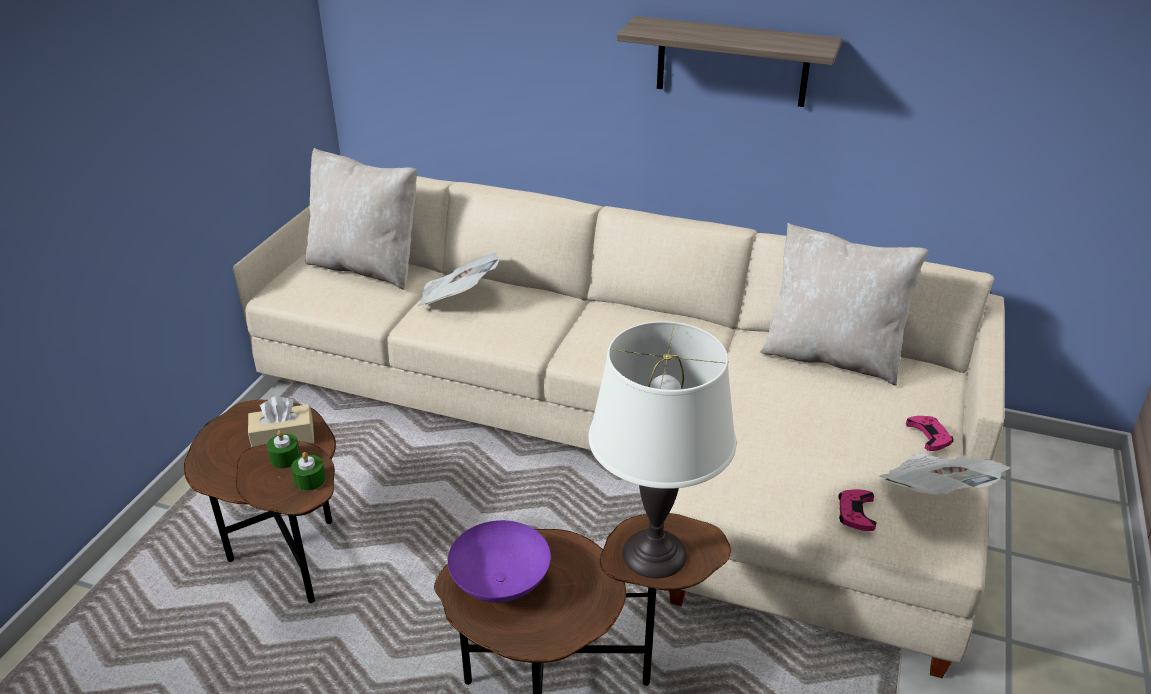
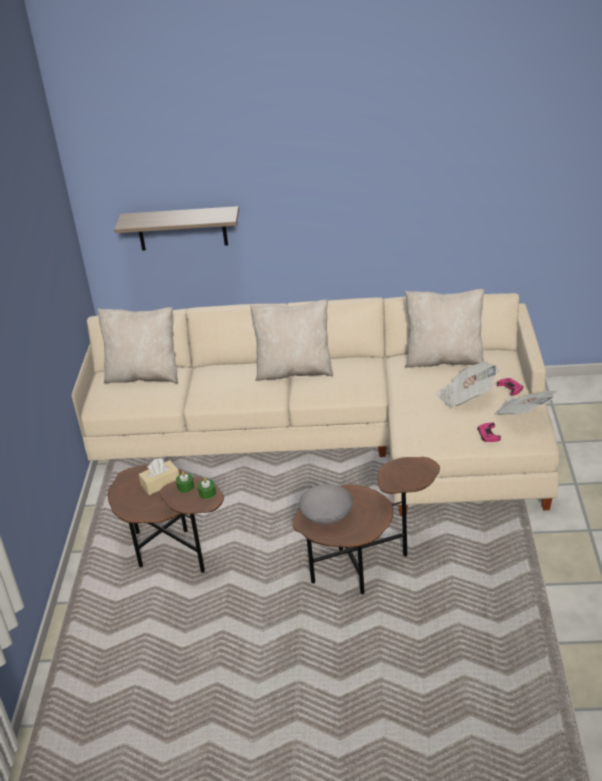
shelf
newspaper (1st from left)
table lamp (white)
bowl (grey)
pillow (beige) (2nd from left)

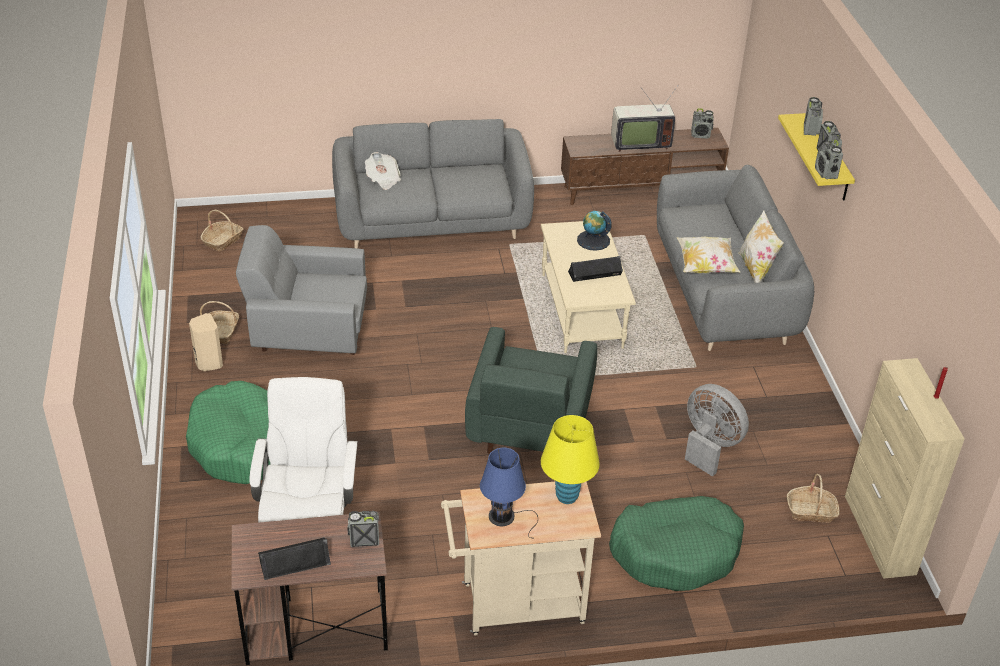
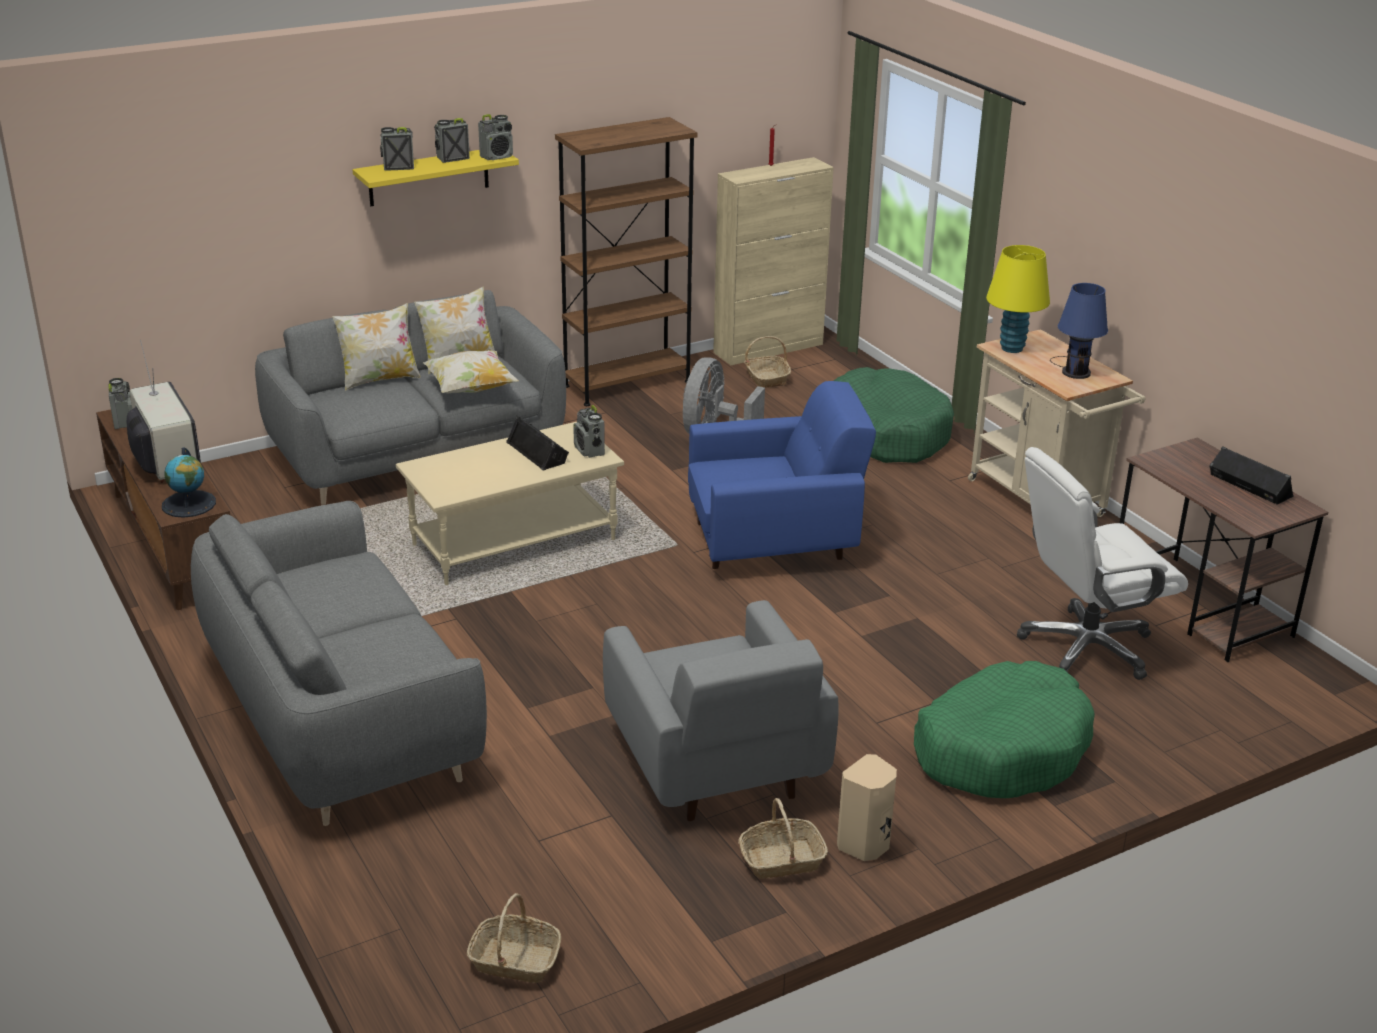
newspaper
globe
armchair (blue)
radio (5th from left)
bookcase (brown)
pillow (1st from left)

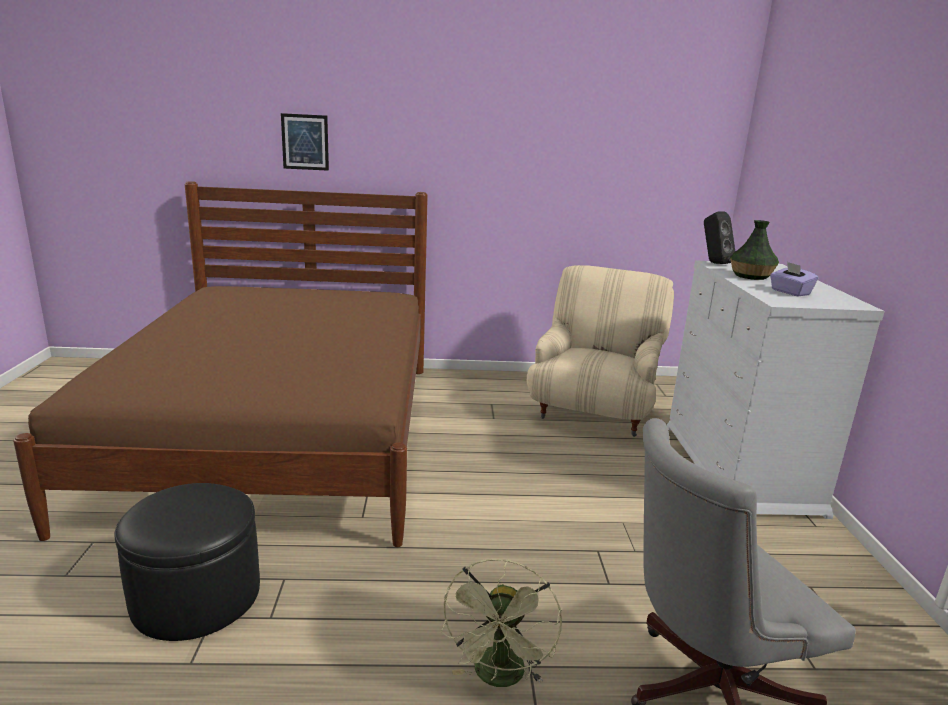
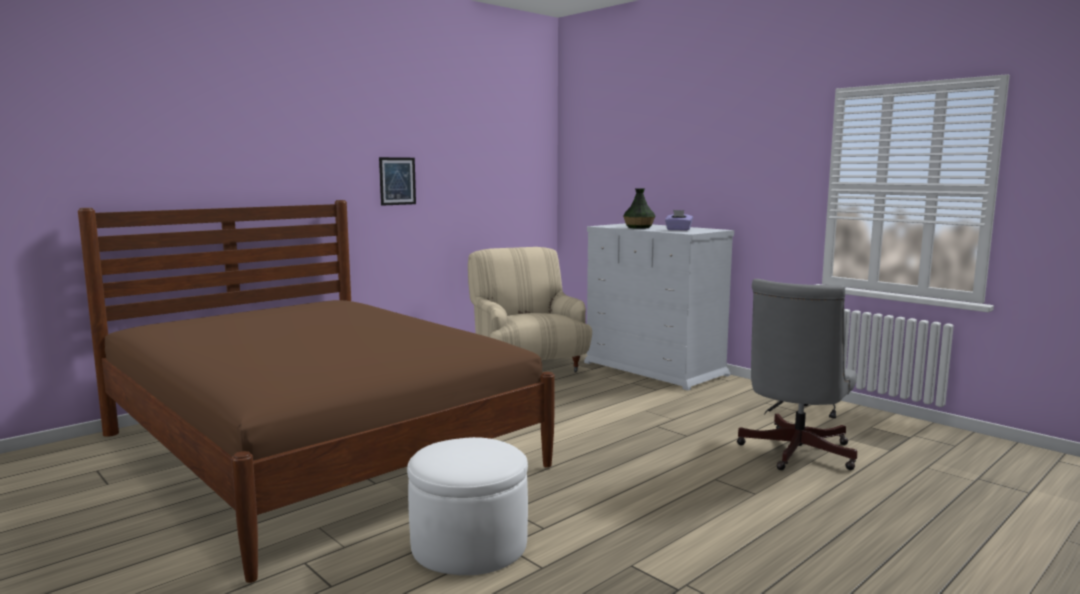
picture
speaker (black)
ottoman (white)
fan (green)

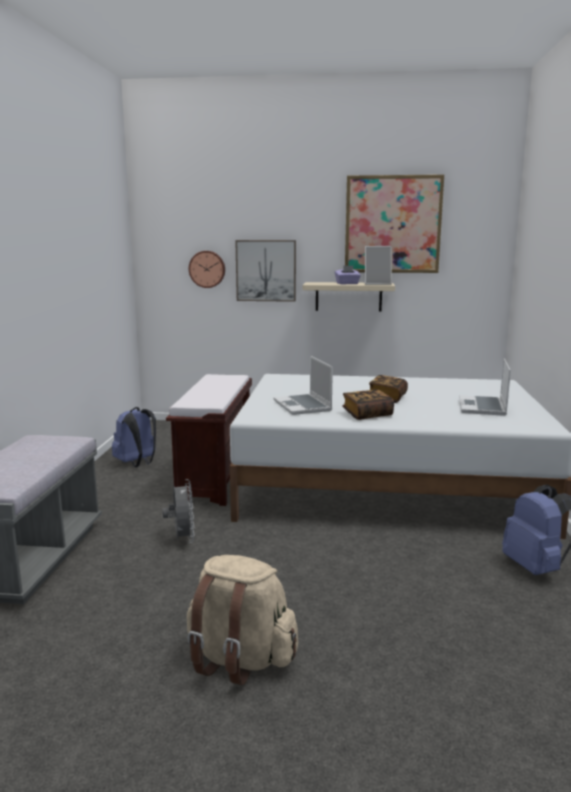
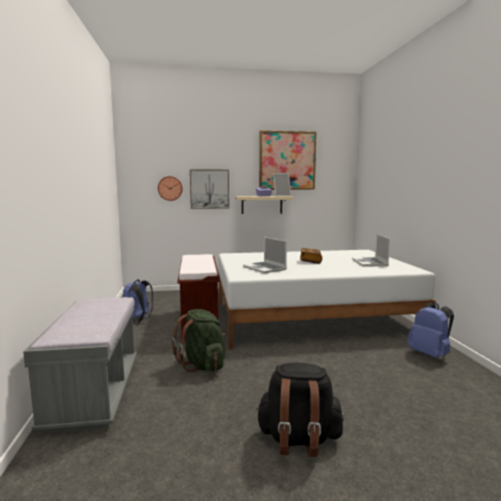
book (1st from left in the first image)
backpack (green)
backpack (black)

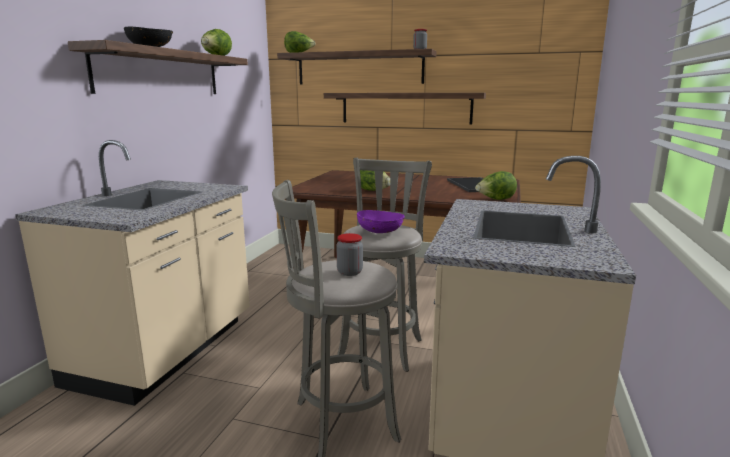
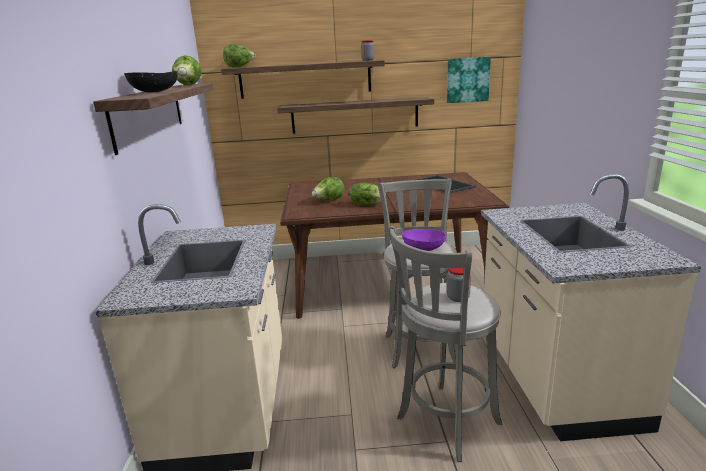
lettuce (3rd from left)
picture

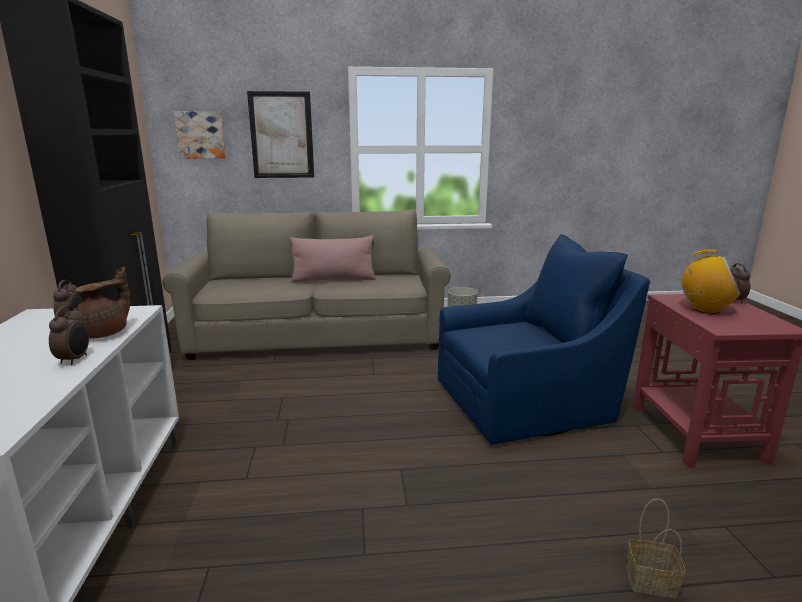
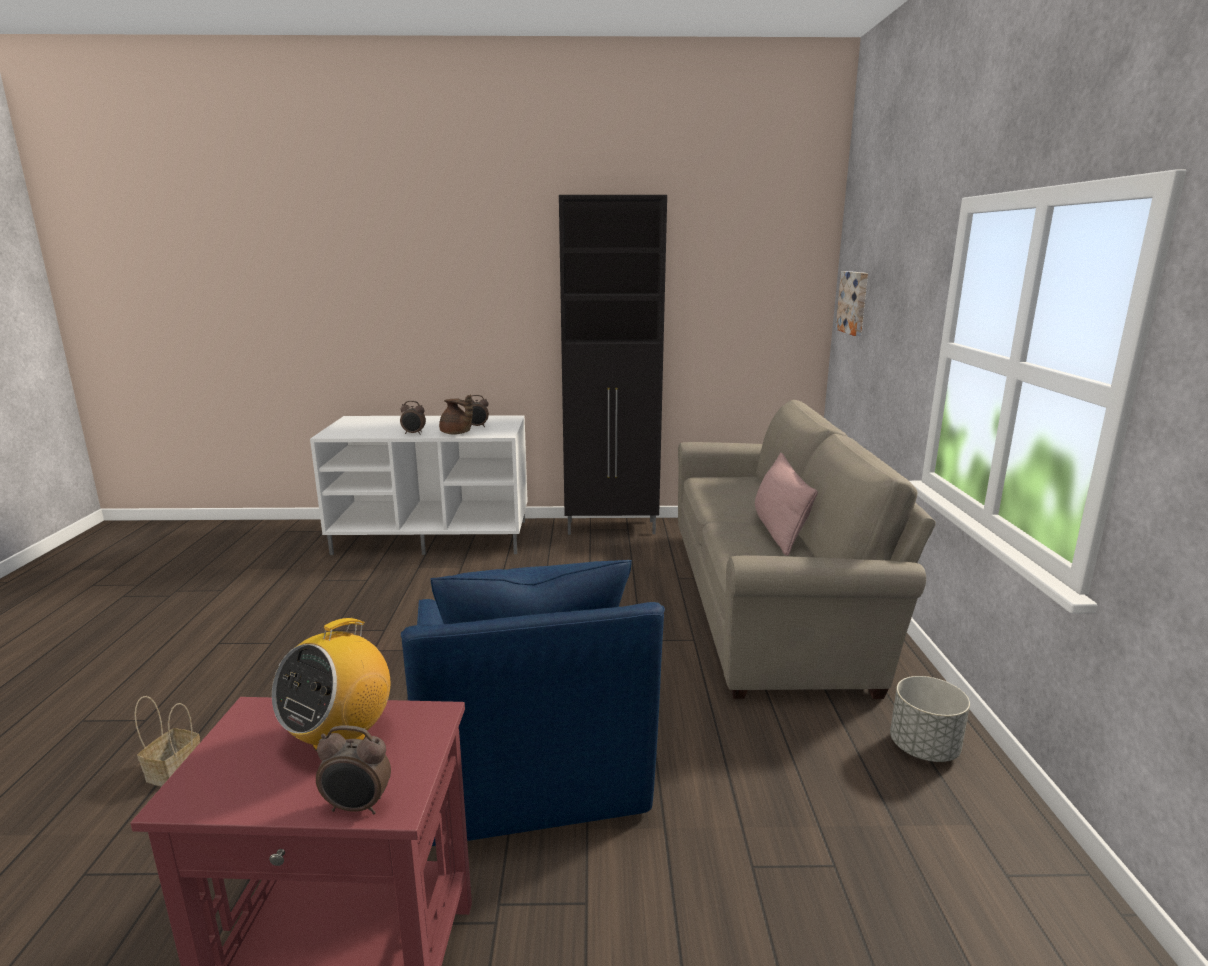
picture (2nd from left in the first image)

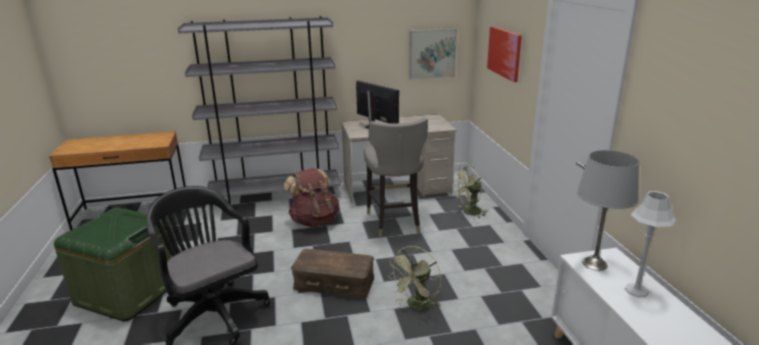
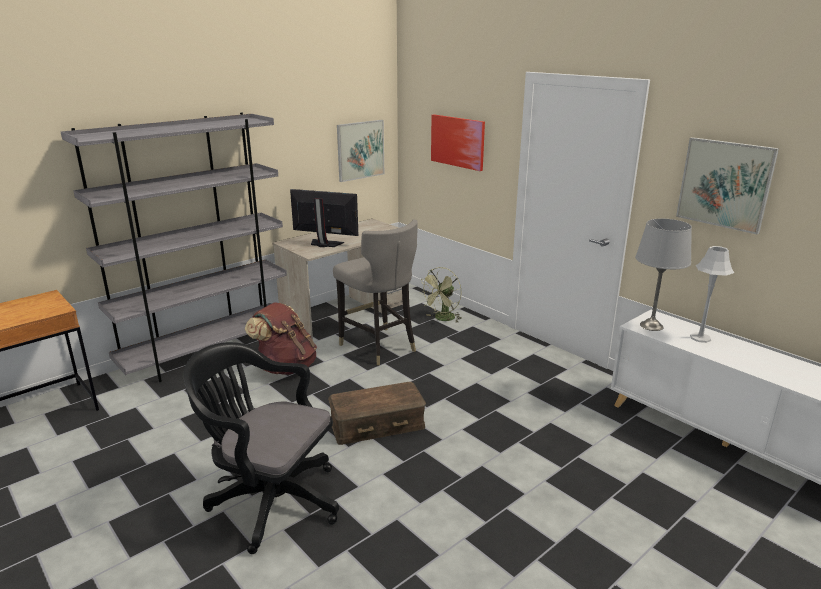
storage box (green)
fan (green) (1st from left in the first image)
picture (3rd from left)

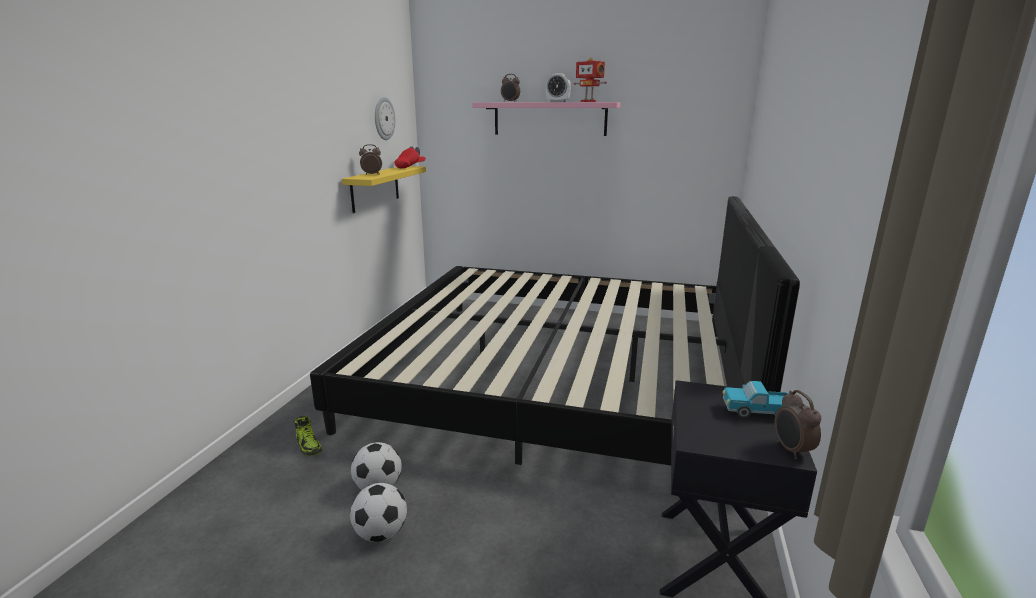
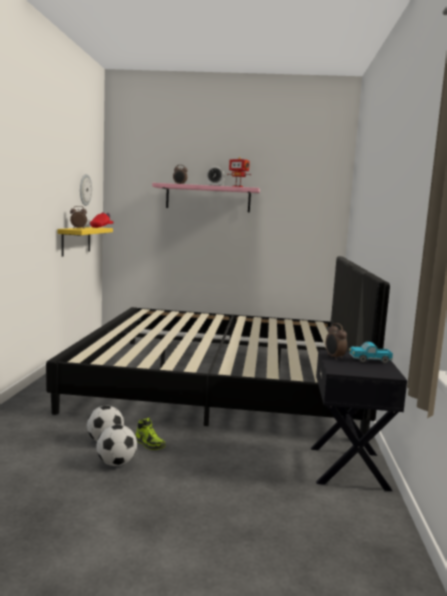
alarm clock (4th from left)
shoe

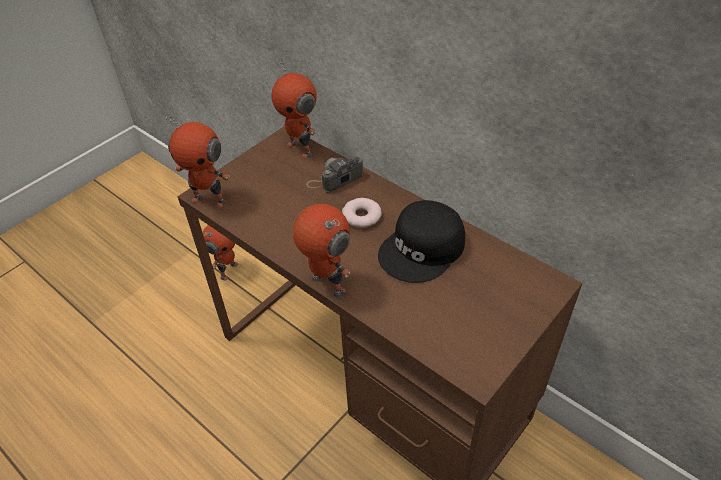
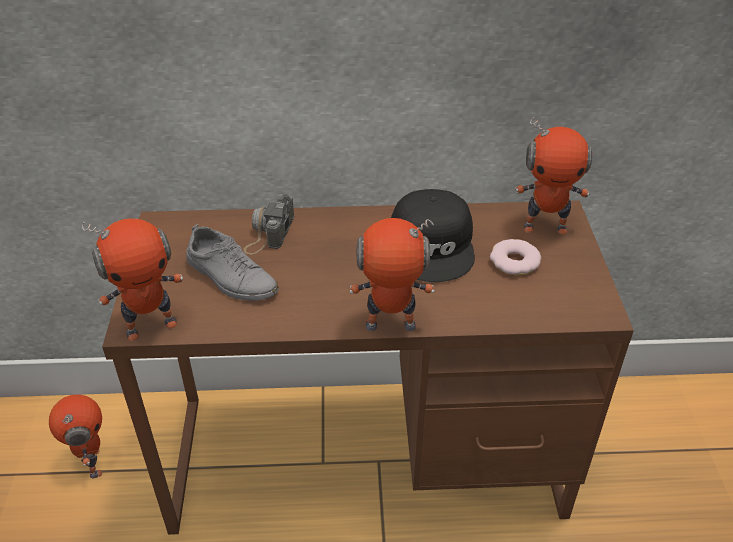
toy robot (4th from left)
donut
shoe (grey)

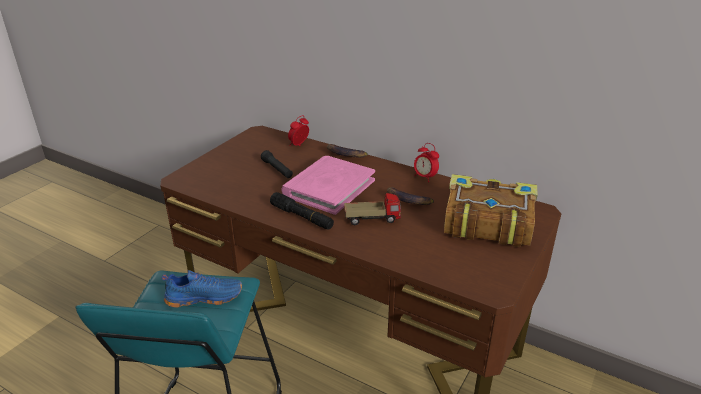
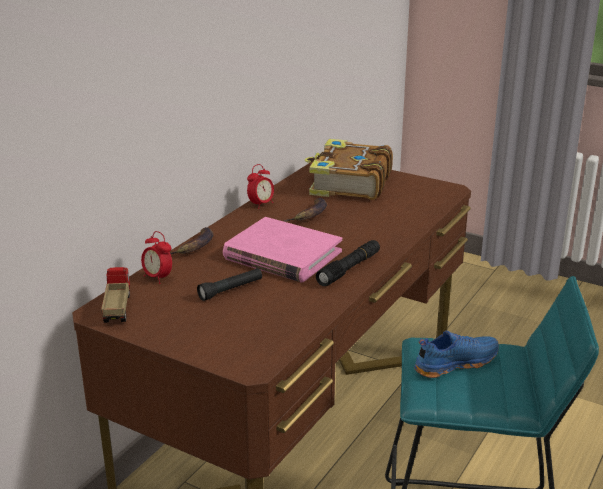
toy truck
shoe (blue)

